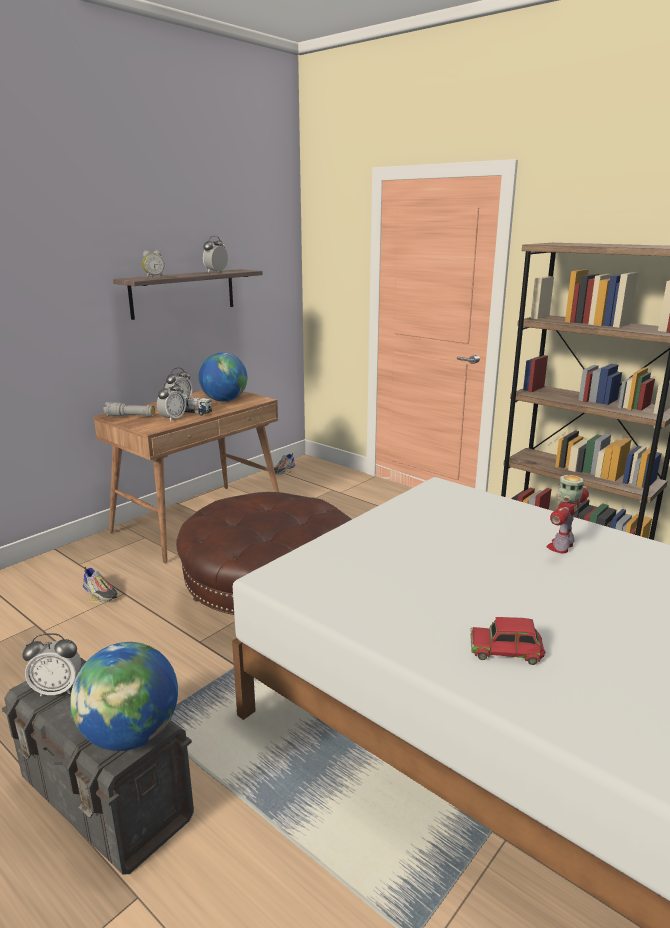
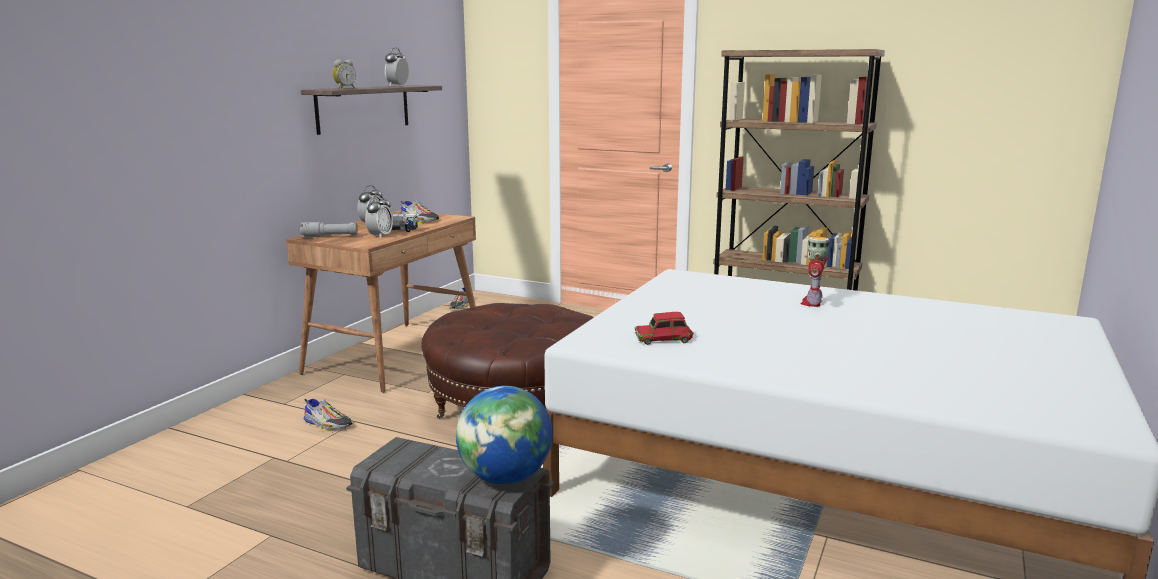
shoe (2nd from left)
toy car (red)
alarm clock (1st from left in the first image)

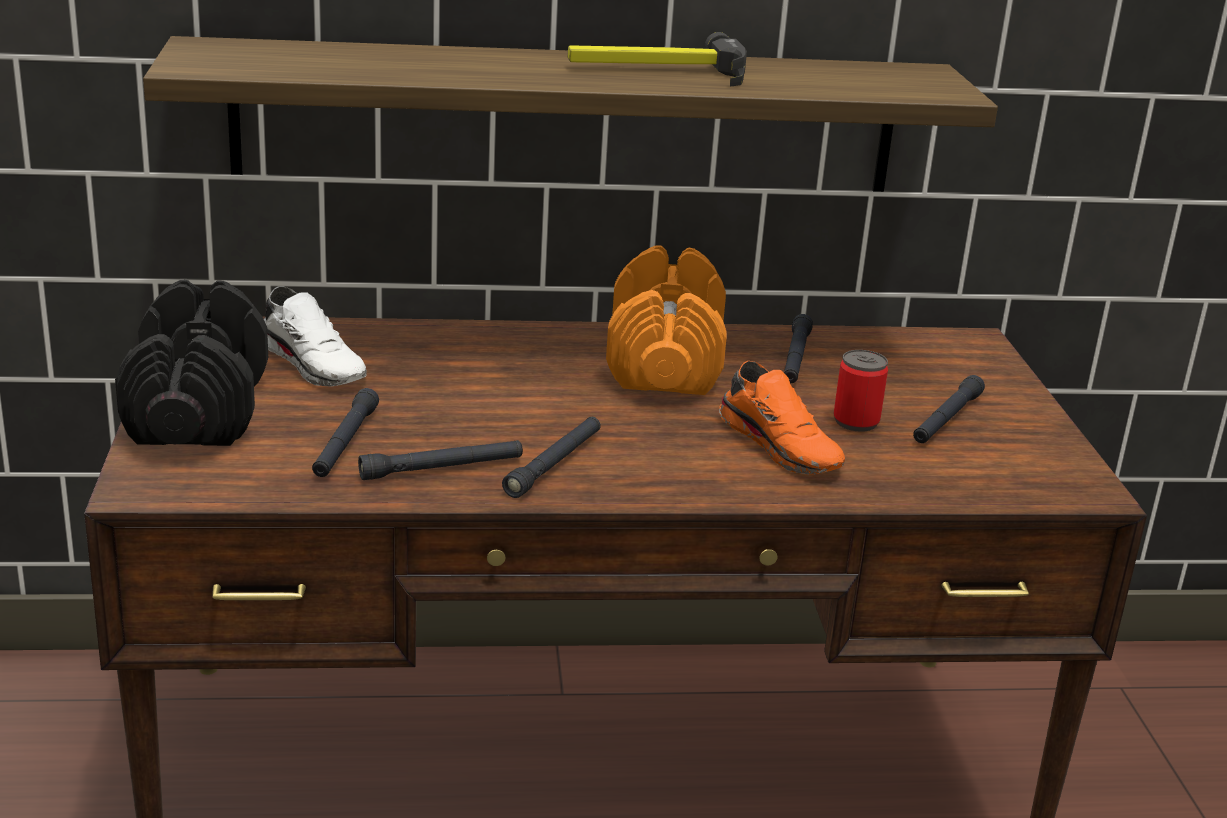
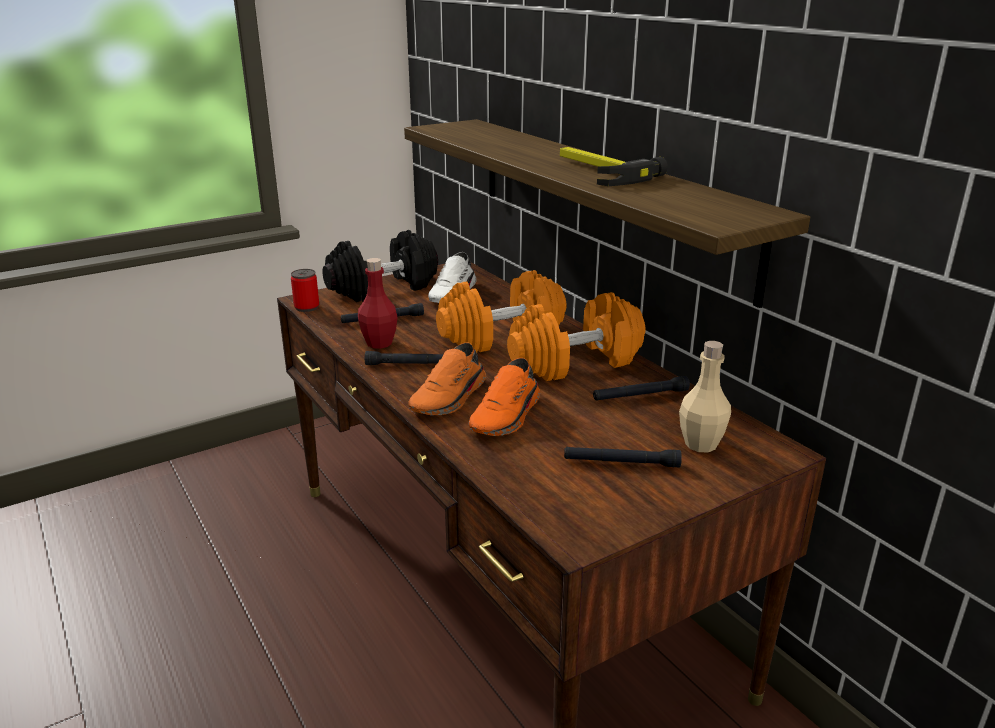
can
bottle (red)
dumbbell (orange) (1st from left)
bottle (beige)
shoe (orange) (1st from left)

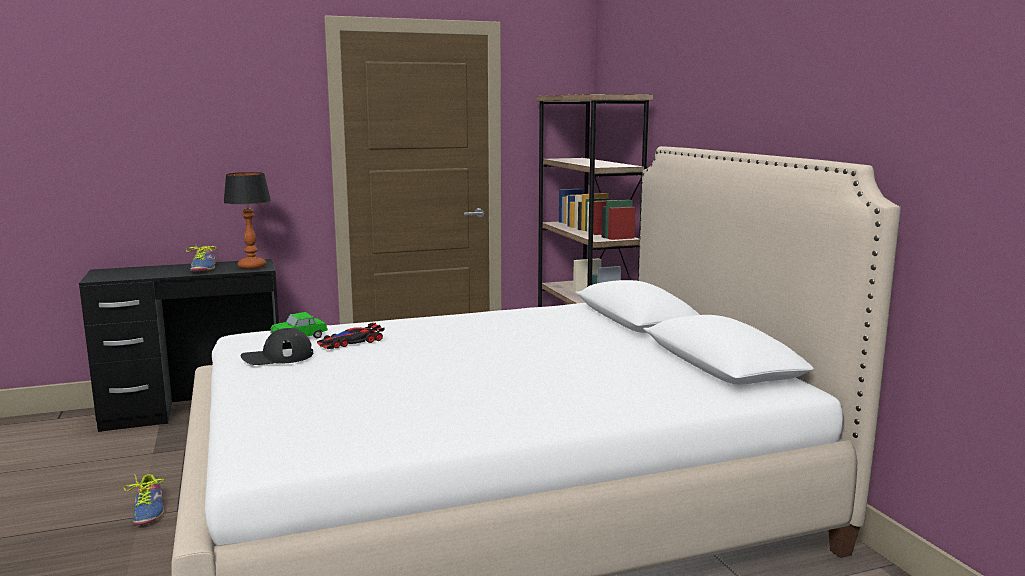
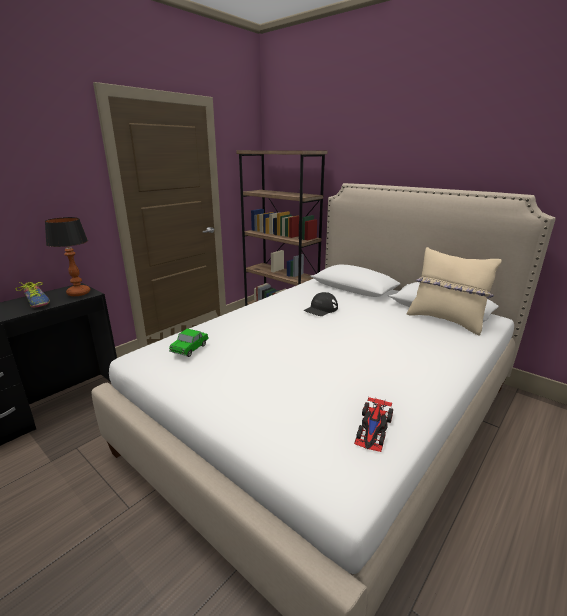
toy car (2nd from left)
cap (black)
shoe (1st from left in the first image)
pillow (beige)

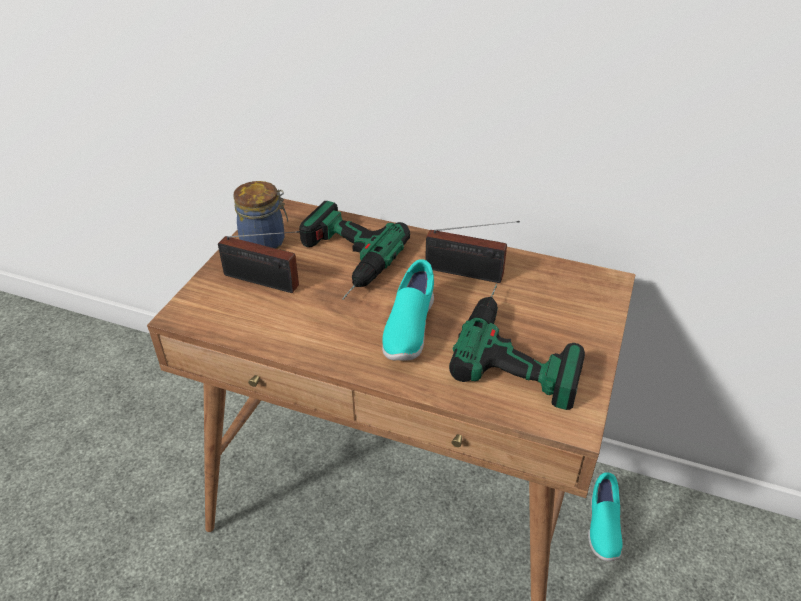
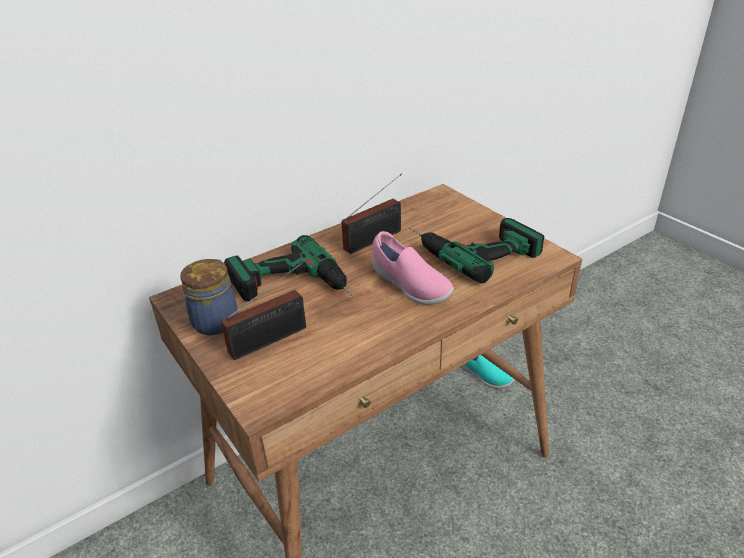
shoe (pink)

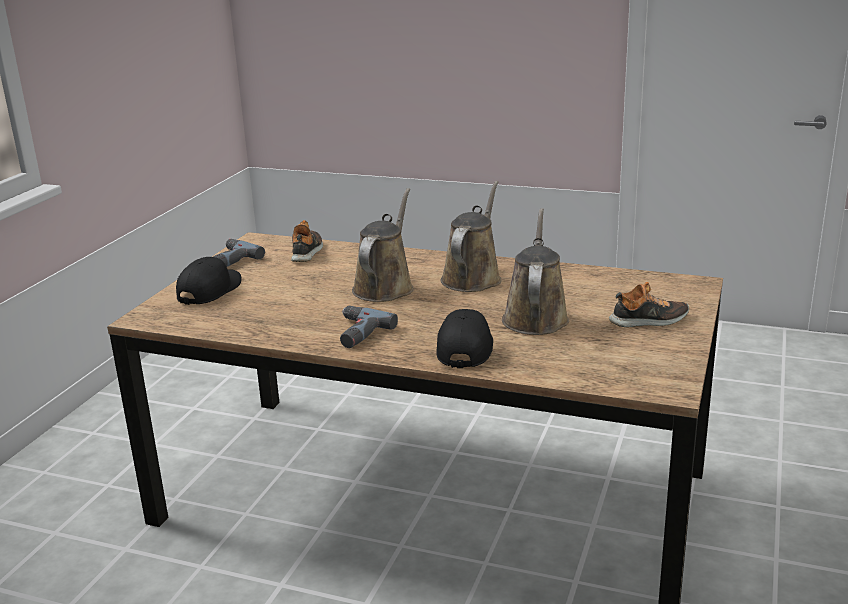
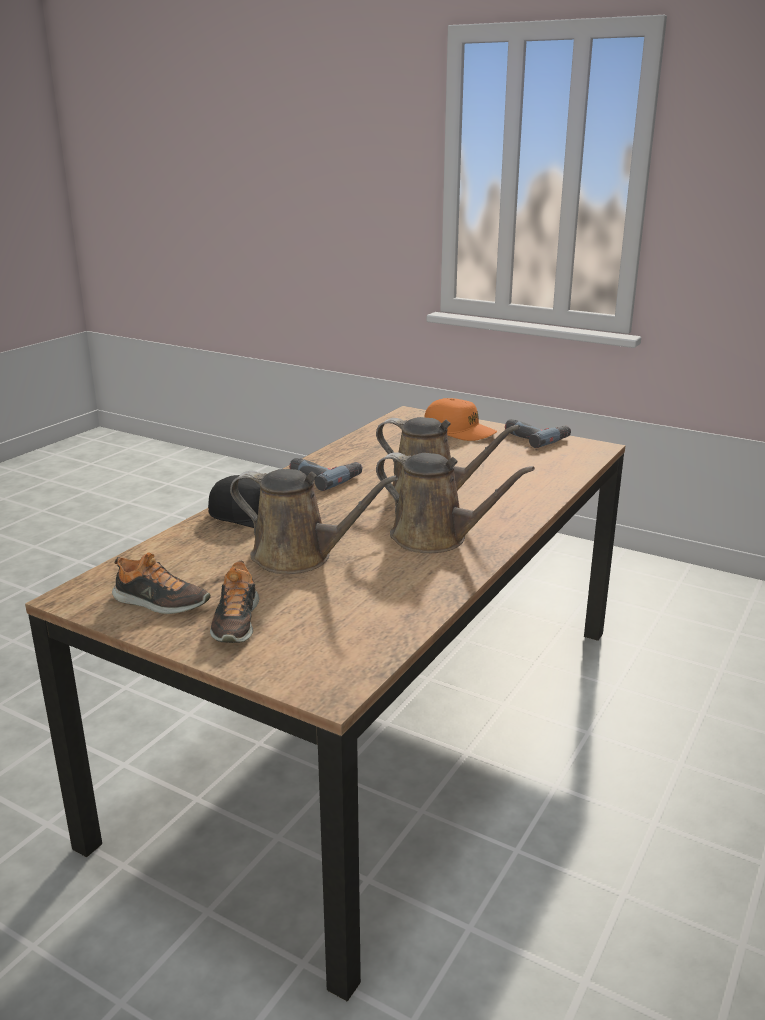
shoe (1st from left)
cap (orange)

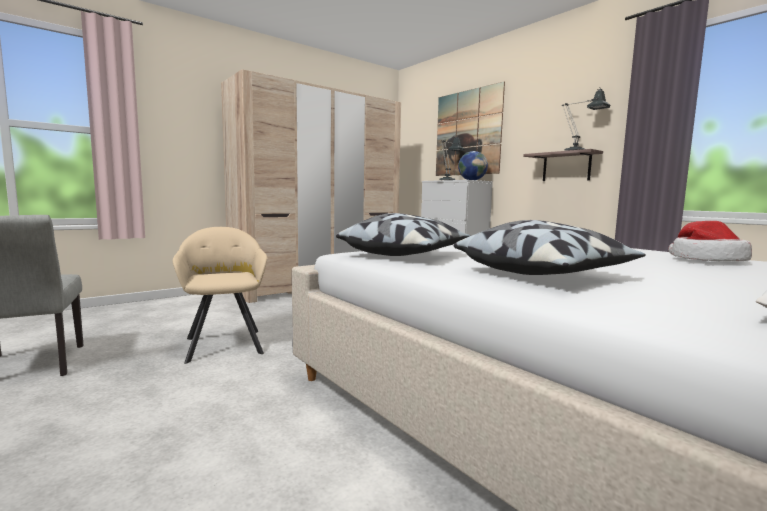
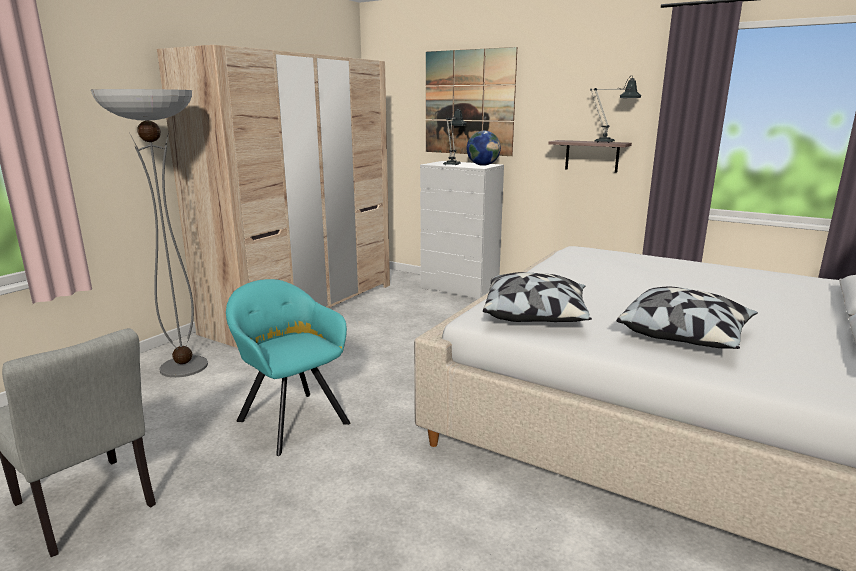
hat
armchair (turquoise)
floor lamp

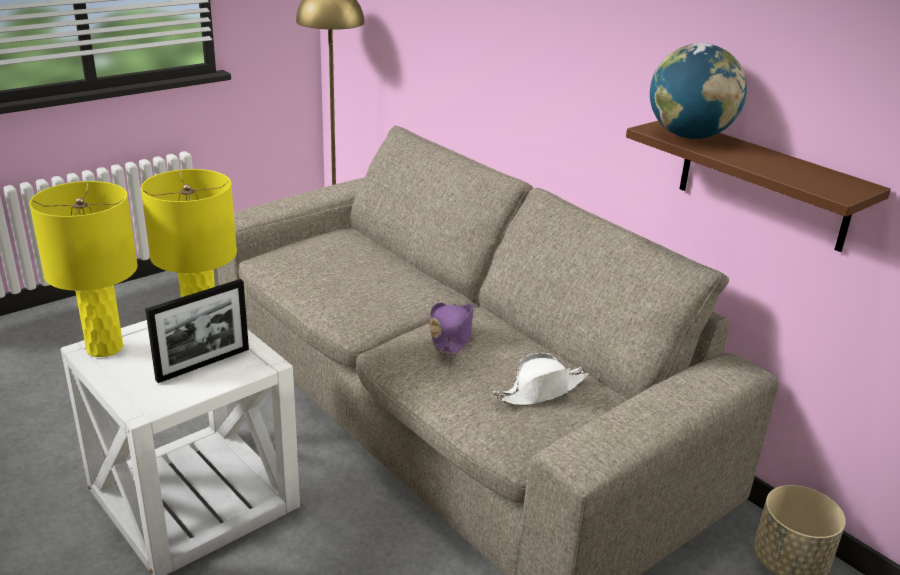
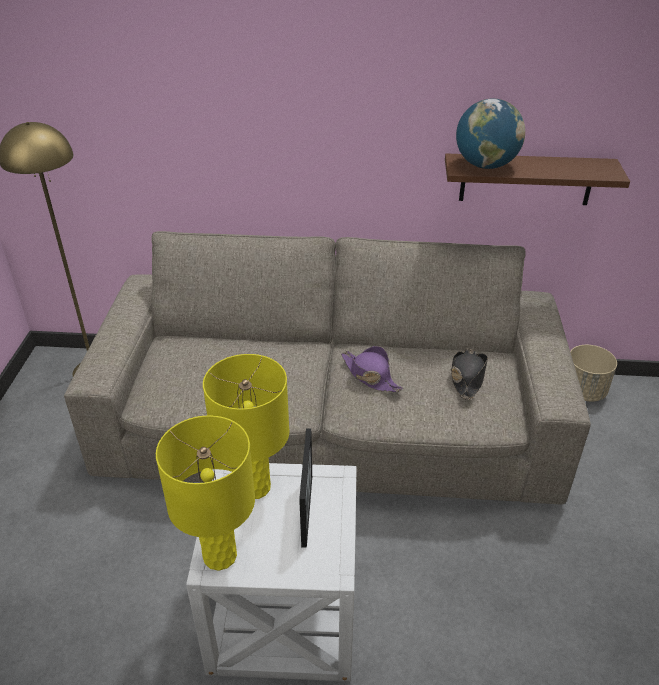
hat (black)

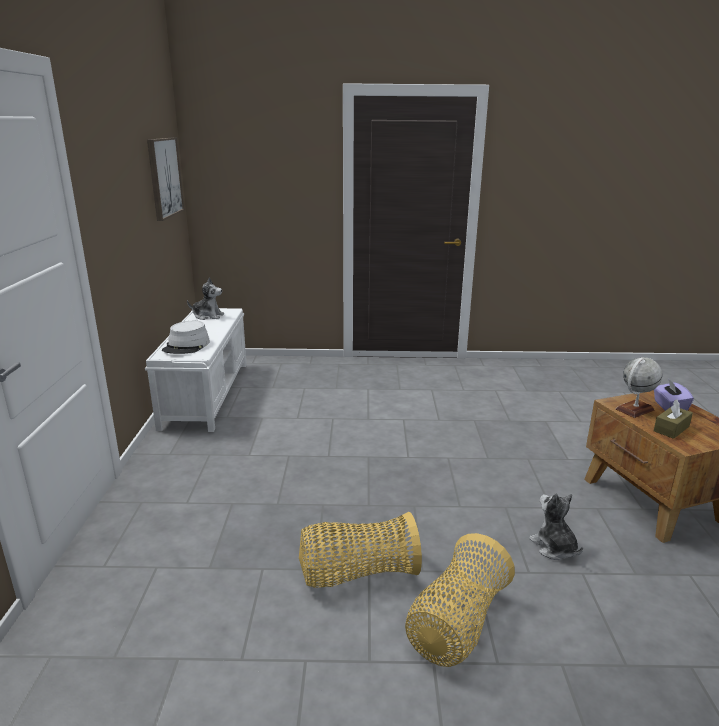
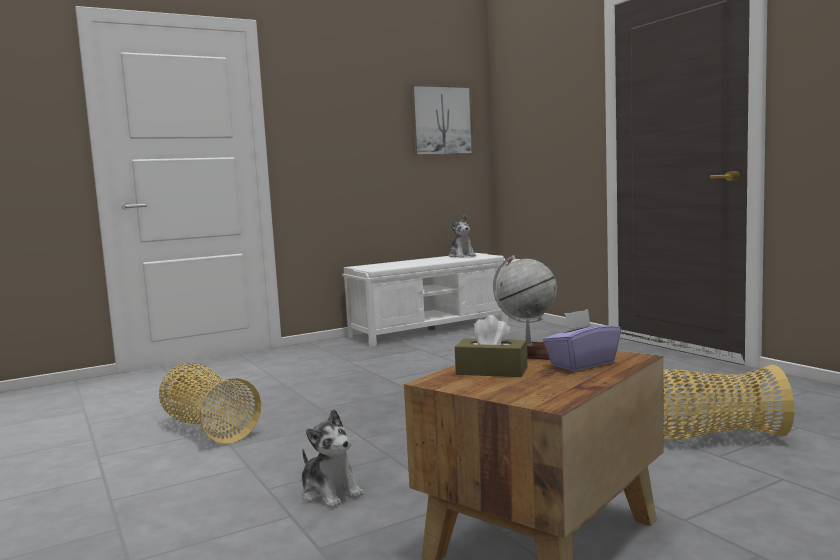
hat (grey)
plush toy (1st from left)
basket (2nd from left)

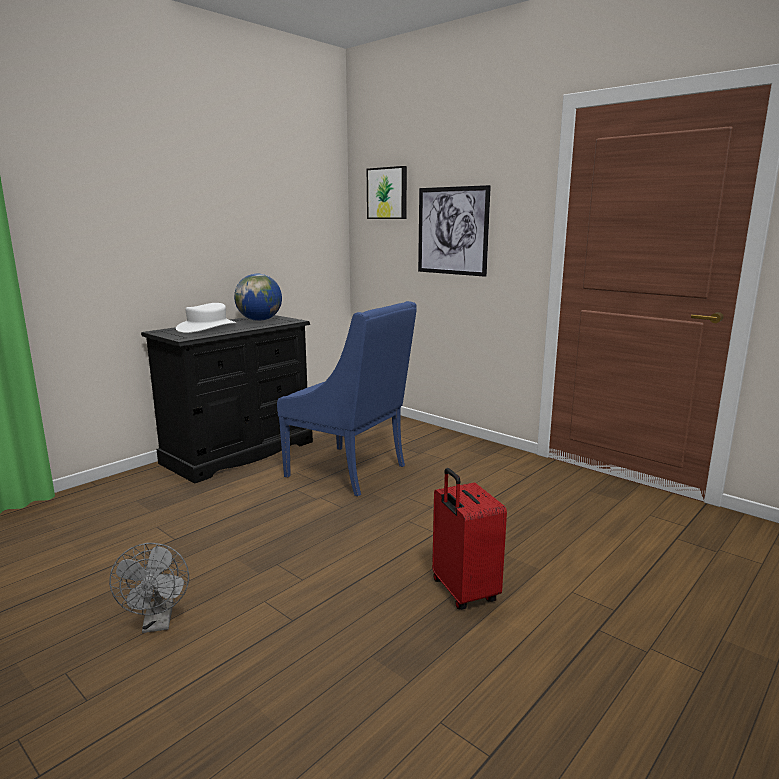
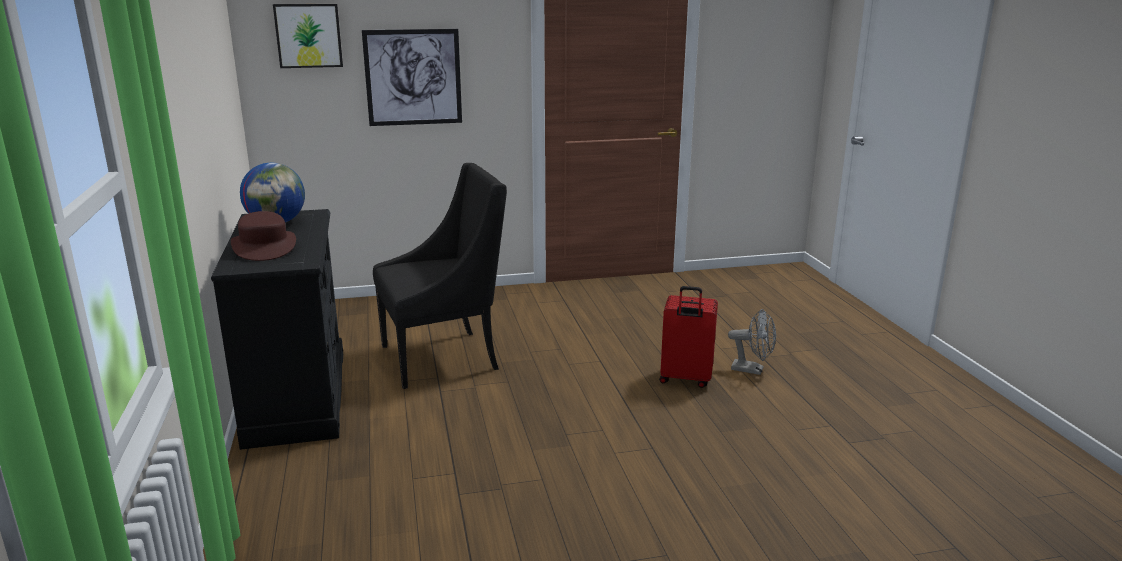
armchair (black)
hat (brown)
fan (grey)

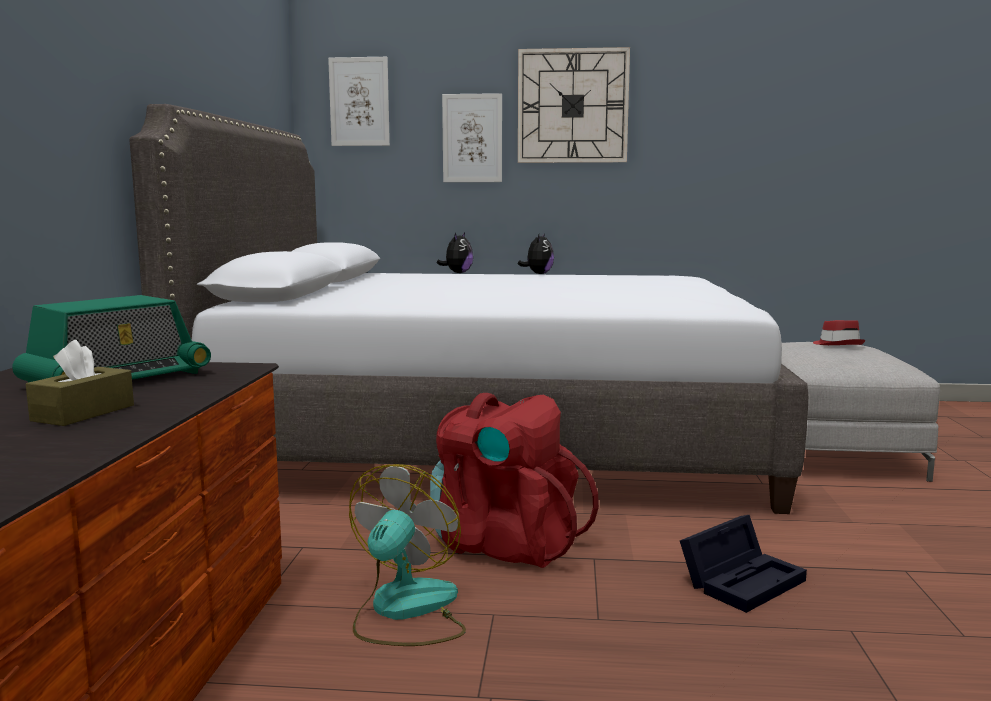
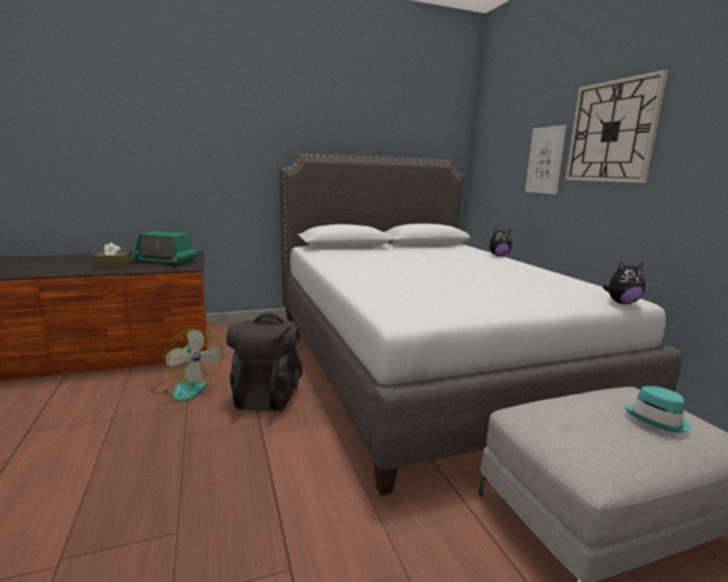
picture (1st from left in the first image)
plush toy (2nd from left)
hat (turquoise)
backpack (black)
fan
storage box (black)

